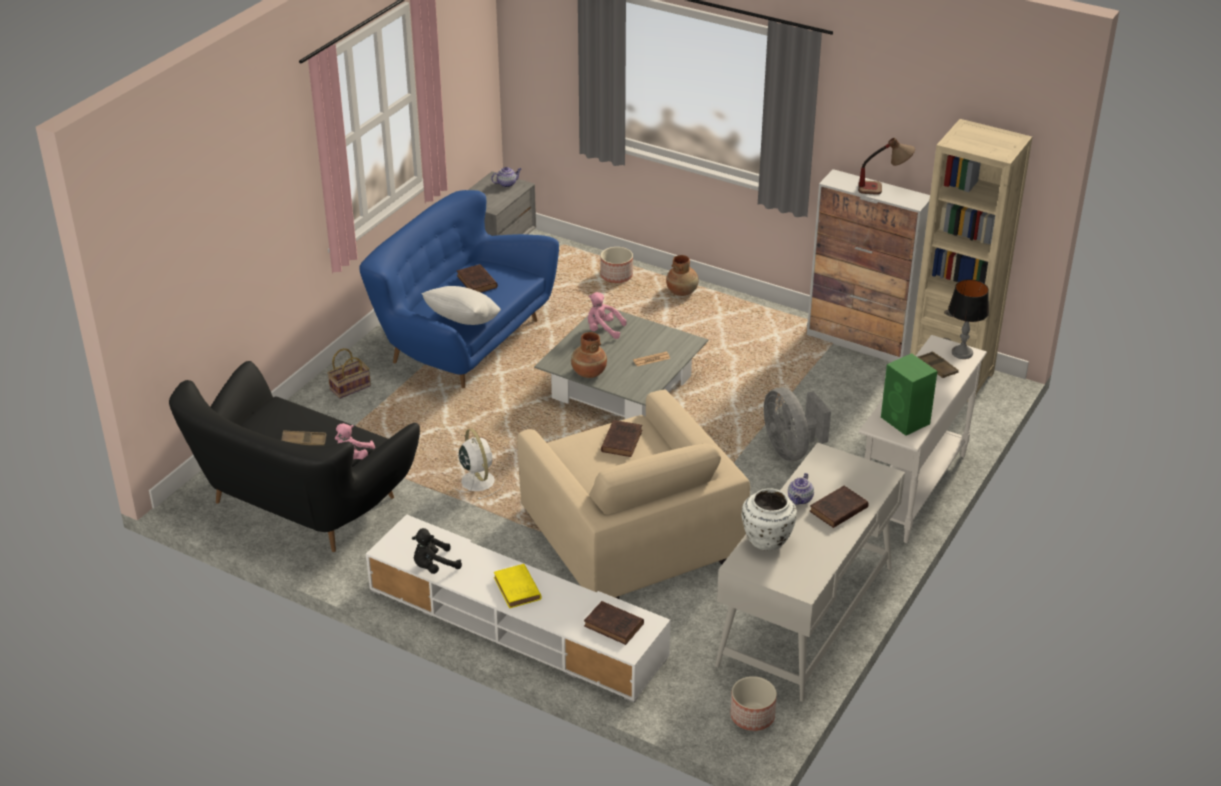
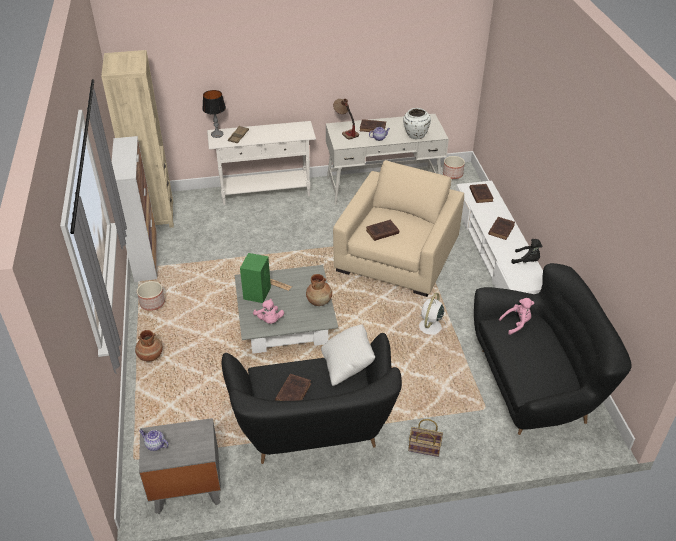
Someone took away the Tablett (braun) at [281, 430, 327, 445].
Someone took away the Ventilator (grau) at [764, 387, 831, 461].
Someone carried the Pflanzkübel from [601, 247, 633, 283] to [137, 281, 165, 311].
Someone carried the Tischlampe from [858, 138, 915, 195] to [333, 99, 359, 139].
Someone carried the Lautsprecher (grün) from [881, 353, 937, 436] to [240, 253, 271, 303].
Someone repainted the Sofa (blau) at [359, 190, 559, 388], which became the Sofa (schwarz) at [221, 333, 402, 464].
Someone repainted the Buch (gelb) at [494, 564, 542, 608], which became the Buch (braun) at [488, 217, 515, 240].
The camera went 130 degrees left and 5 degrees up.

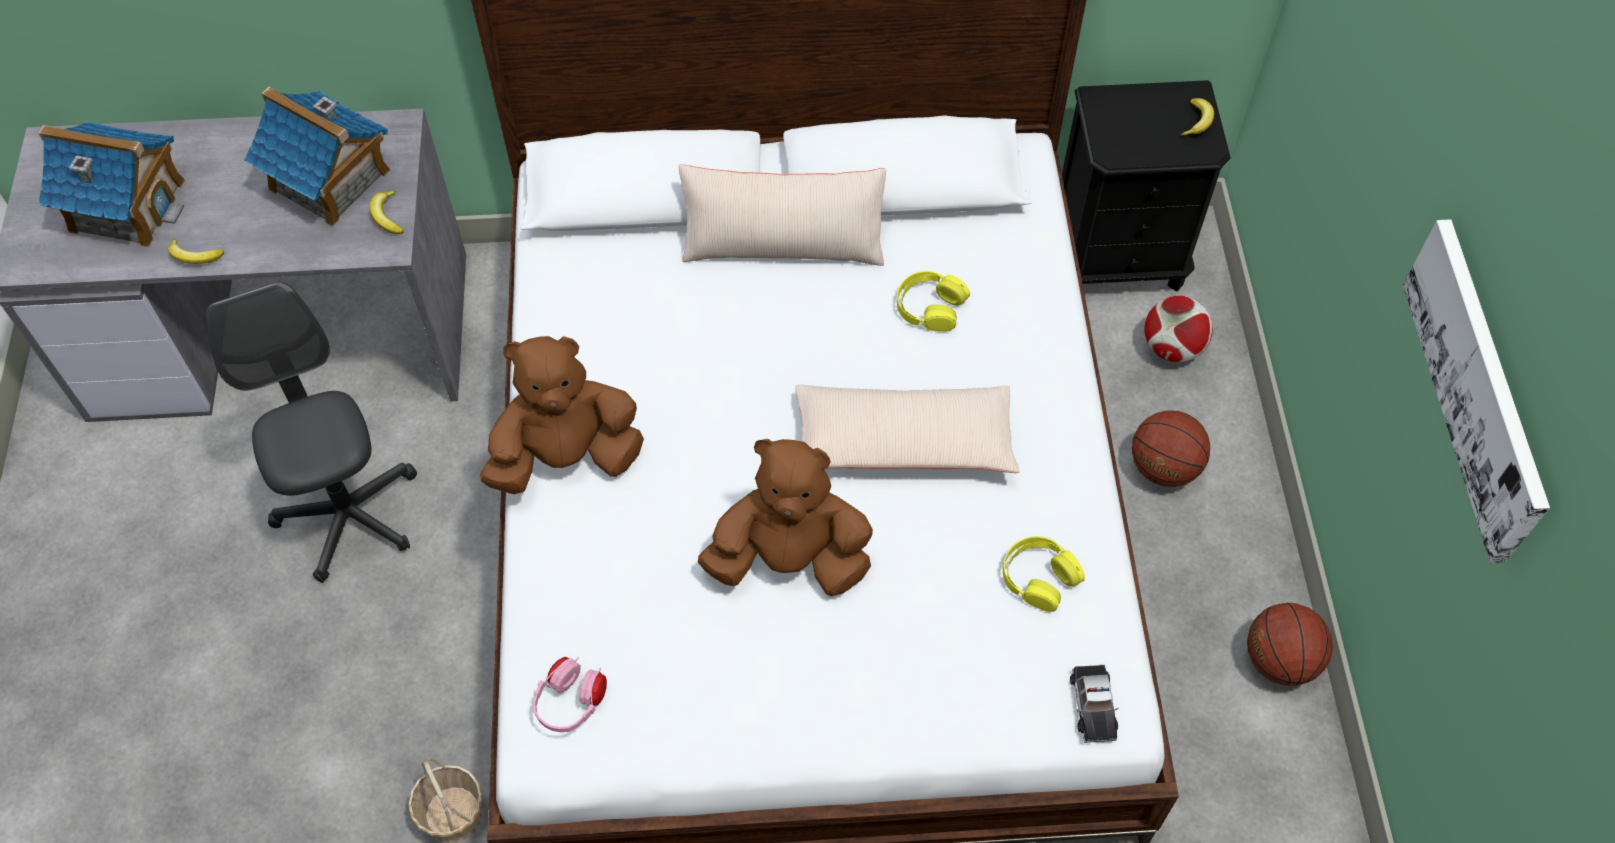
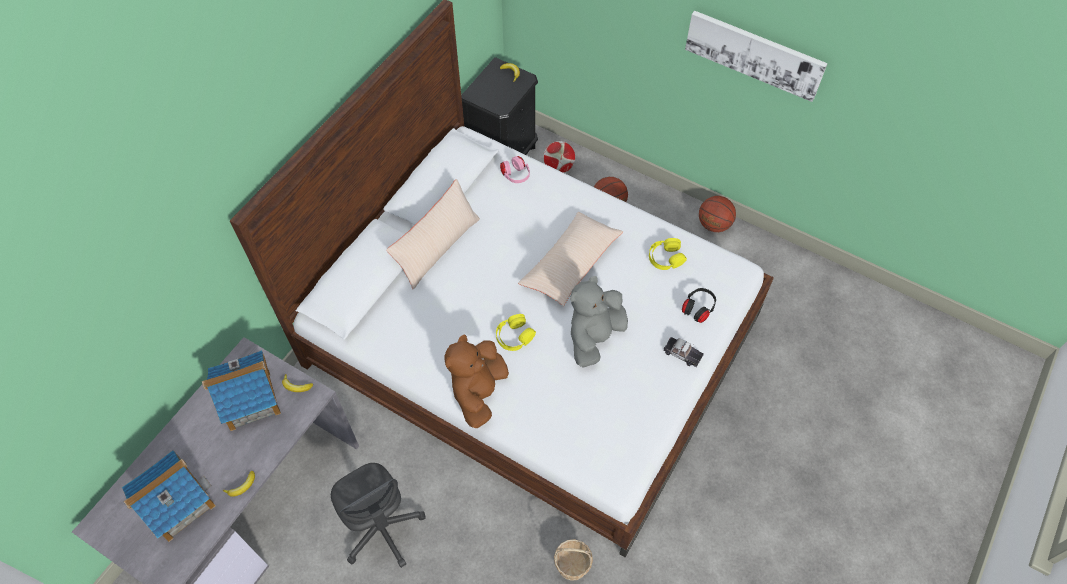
Someone put down the Kopfhörer (schwarz) at [682, 288, 716, 323].
Someone carried the Kopfhörer (rosa) from [533, 657, 607, 732] to [500, 156, 530, 183].
Someone carried the Kopfhörer (gelb) from [897, 271, 970, 332] to [496, 314, 536, 351].
Someone carried the Spielzeugauto from [1070, 665, 1119, 743] to [663, 337, 704, 367].
Someone repainted the Plüschtier (braun) at [698, 439, 873, 596], which became the Plüschtier (grau) at [570, 276, 628, 368].
Someone rotated the Bürostuhl (grau) at [206, 281, 417, 583] by 135 degrees counterclockwise.
The camera went 55 degrees left and 0 degrees up.

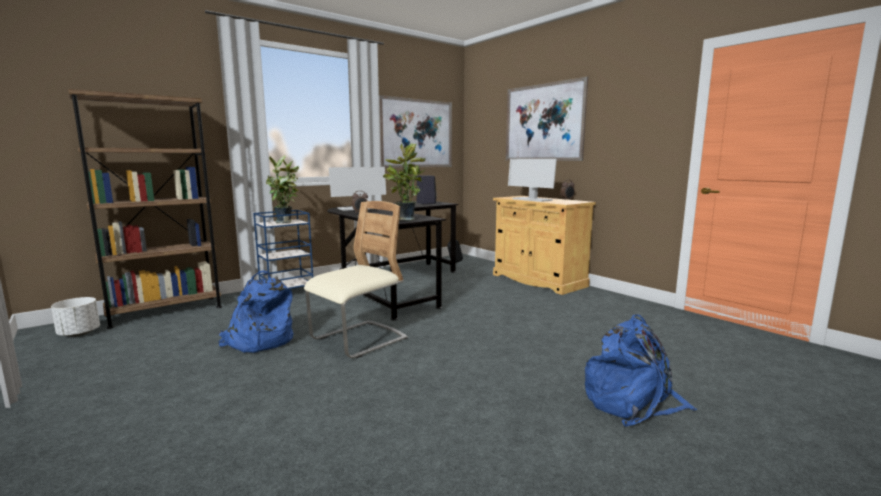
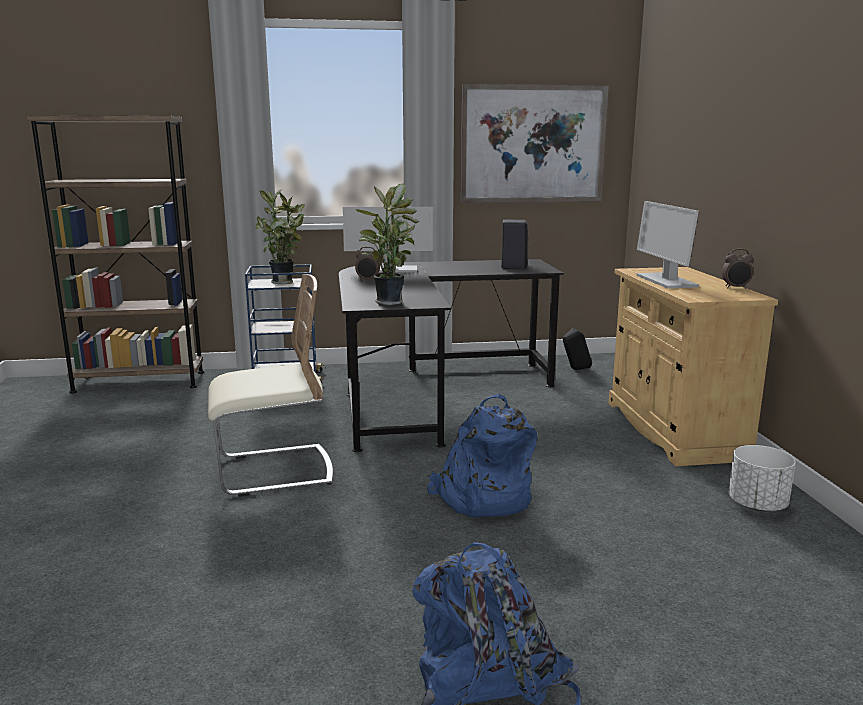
Someone took away the Bild at [506, 76, 588, 161].
Someone carried the Pflanzkübel (weiß) from [51, 297, 100, 337] to [729, 445, 796, 511].
Someone carried the Rucksack (blau) from [218, 270, 293, 353] to [427, 394, 537, 517].
The camera went 30 degrees right and 5 degrees up.

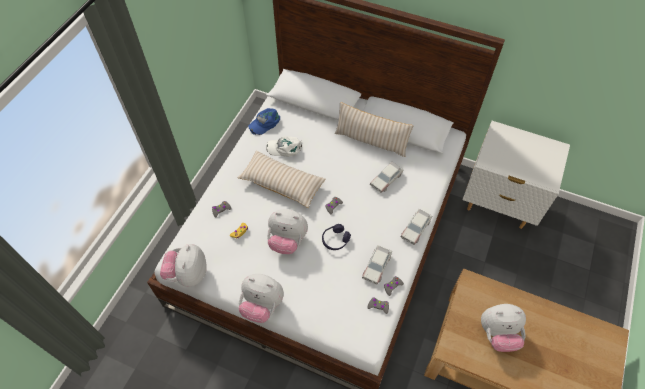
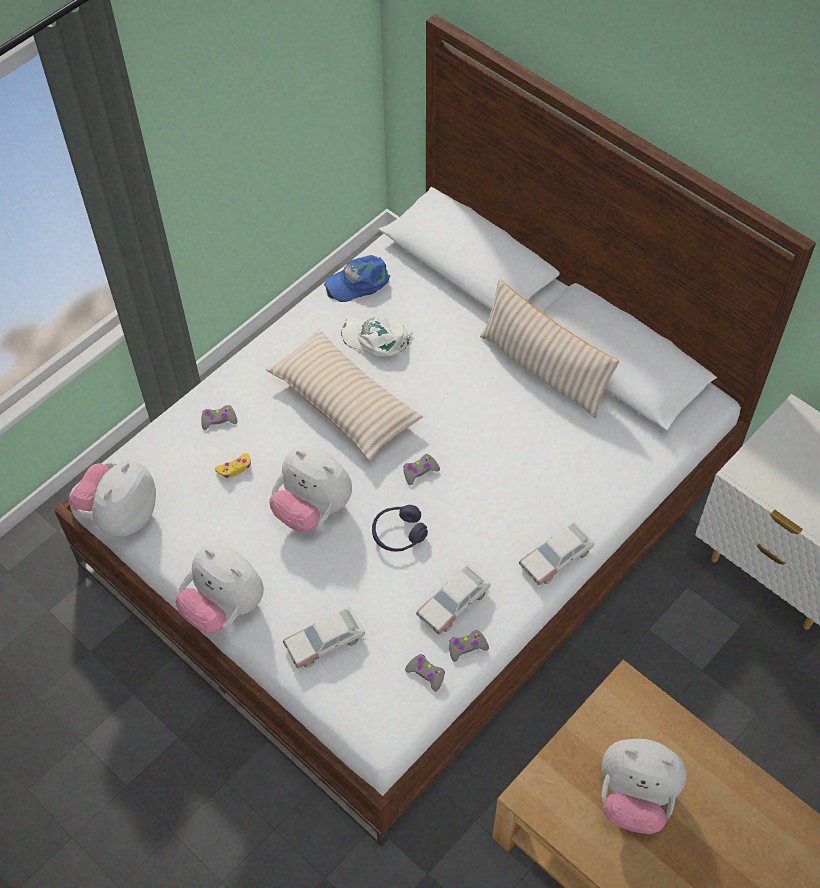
Someone carried the Spielzeugauto from [370, 162, 404, 193] to [283, 607, 365, 668].
The camera went 20 degrees right and 0 degrees up.

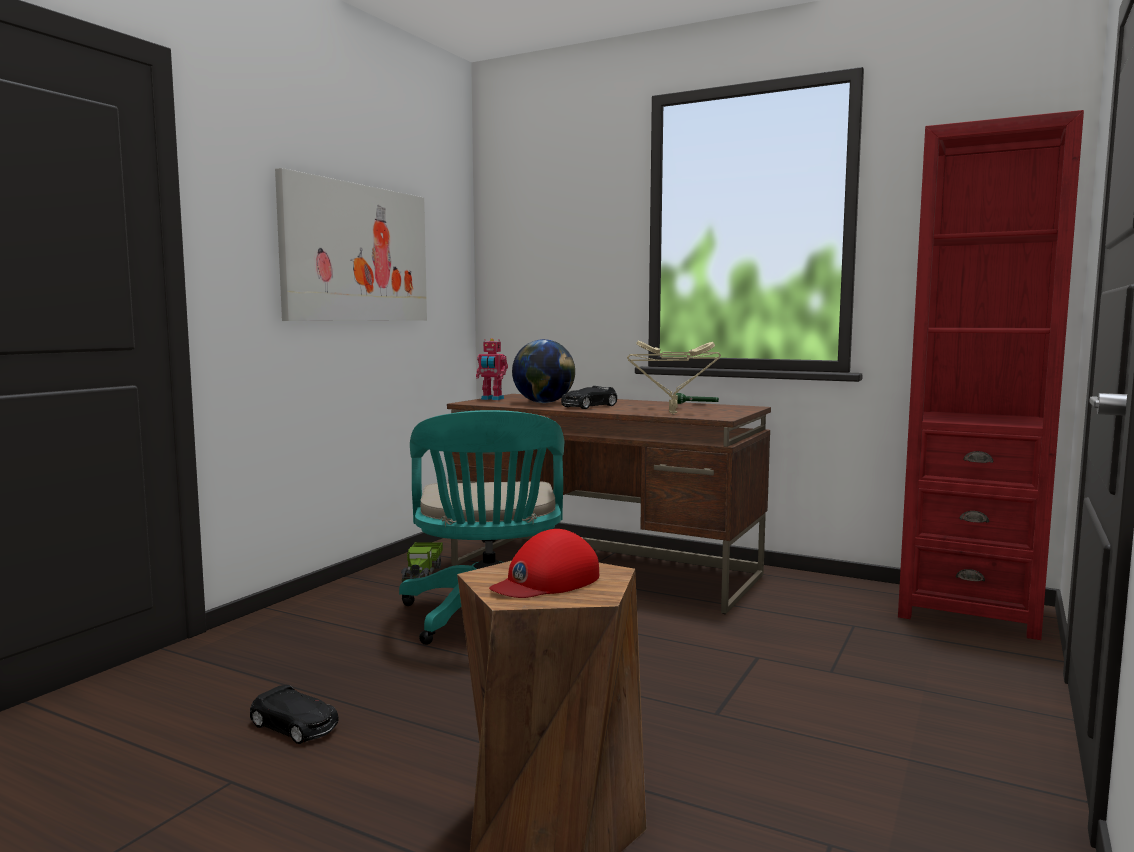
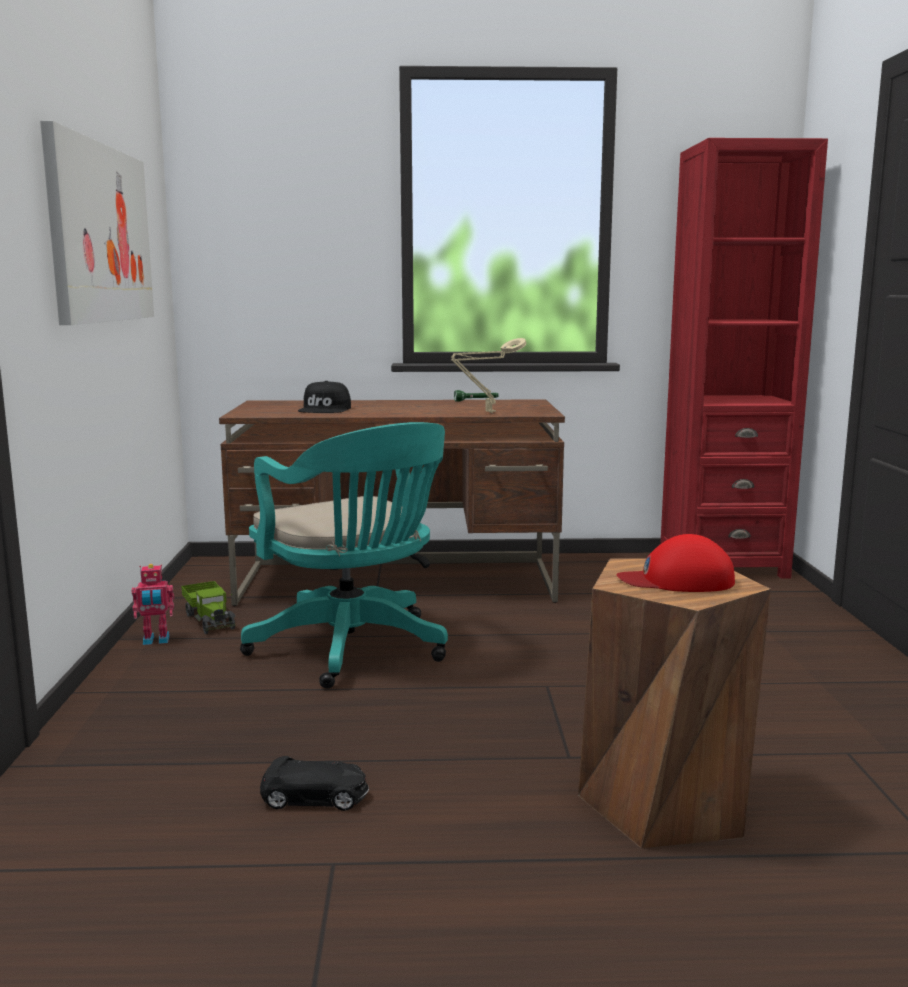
Someone took away the Spielzeugauto (schwarz) at [561, 386, 617, 409].
Someone took away the Tischlampe (beige) at [636, 341, 721, 408].
Someone carried the Spielzeugroboter from [476, 338, 508, 400] to [132, 564, 174, 645].
Someone swapped the Globus at [512, 339, 575, 403] for the Kappe (schwarz) at [298, 381, 351, 413].
Someone rotated the Kappe (rot) at [489, 529, 599, 598] by 75 degrees clockwise.
The camera went 30 degrees left and 5 degrees up.

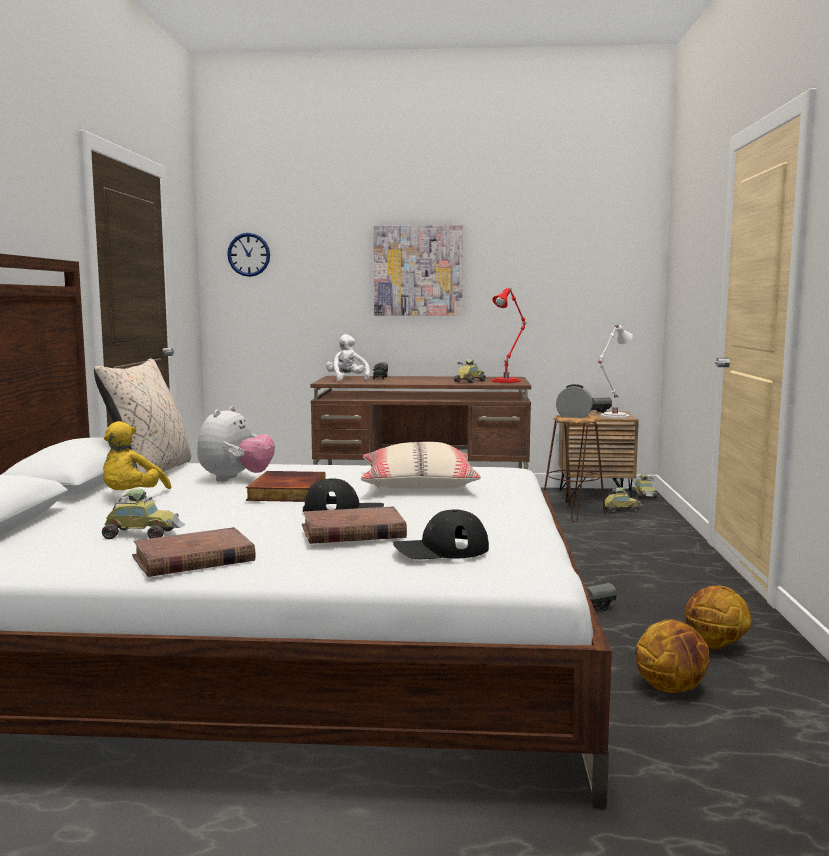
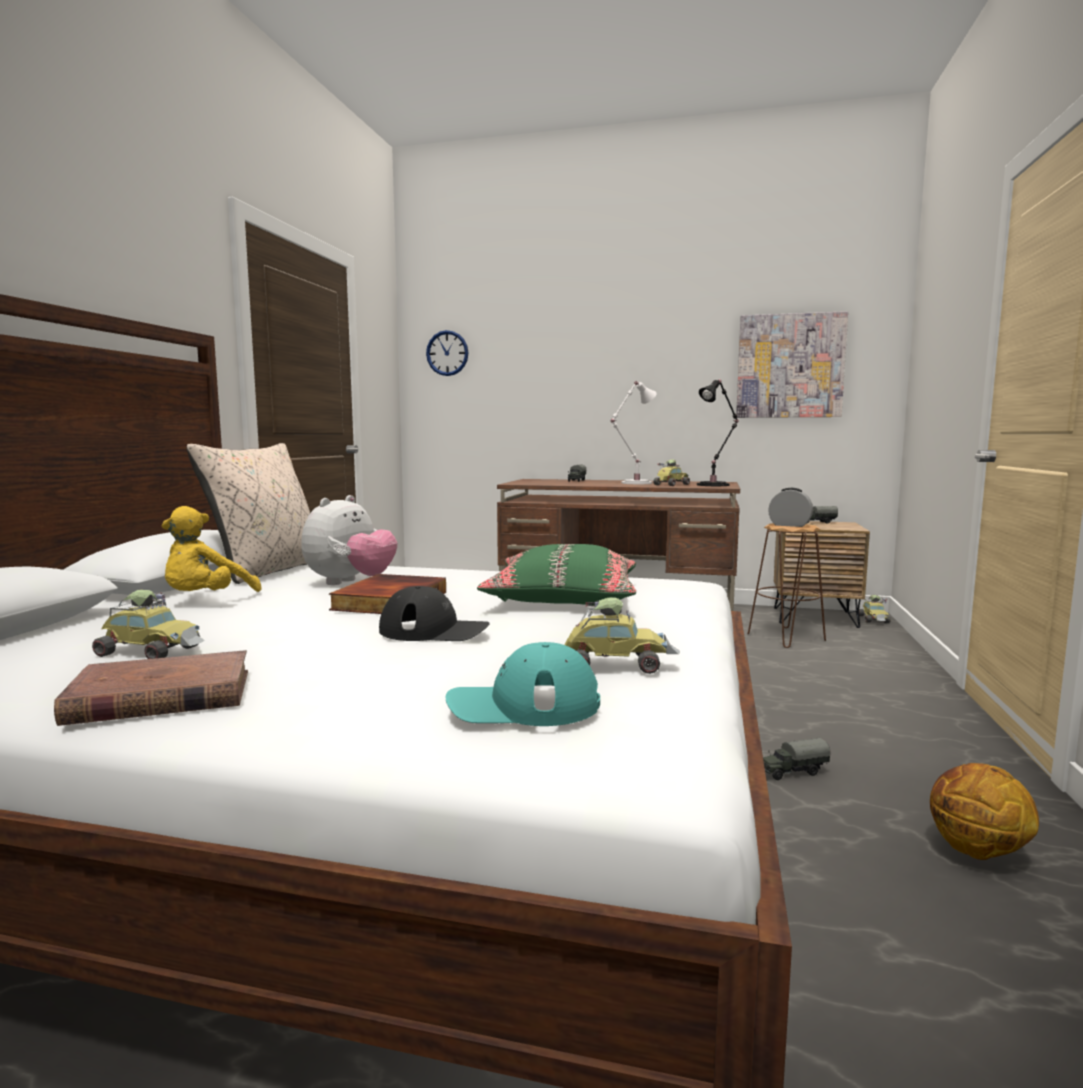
Someone took away the Buch (braun) at [302, 506, 407, 544].
Someone took away the Plüschtier (weiß) at [326, 334, 370, 382].
Someone took away the Basketball at [635, 619, 710, 693].
Someone carried the Bild from [374, 225, 463, 316] to [736, 311, 848, 418].
Someone carried the Tischlampe (weiß) from [598, 324, 633, 418] to [611, 381, 656, 484].
Someone carried the Spielzeugauto from [605, 487, 643, 513] to [564, 597, 680, 674].
Someone repainted the Kissen (beige) at [361, 442, 481, 489], which became the Kissen (grün) at [477, 544, 636, 605].
Someone repainted the Kappe (schwarz) at [393, 509, 489, 559], which became the Kappe (türkis) at [446, 642, 600, 726].
Someone repainted the Tischlampe (rot) at [492, 288, 526, 383], which became the Tischlampe (schwarz) at [697, 379, 739, 486].
The camera went 10 degrees right and 0 degrees up.

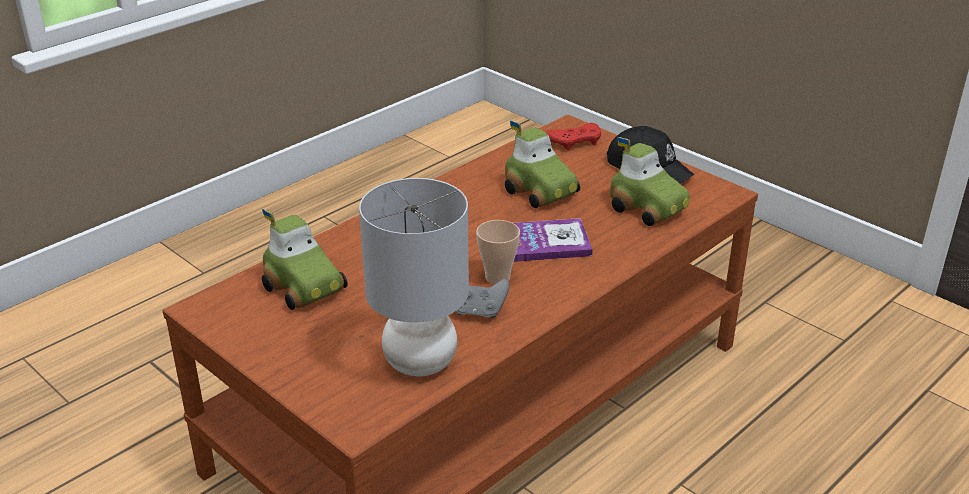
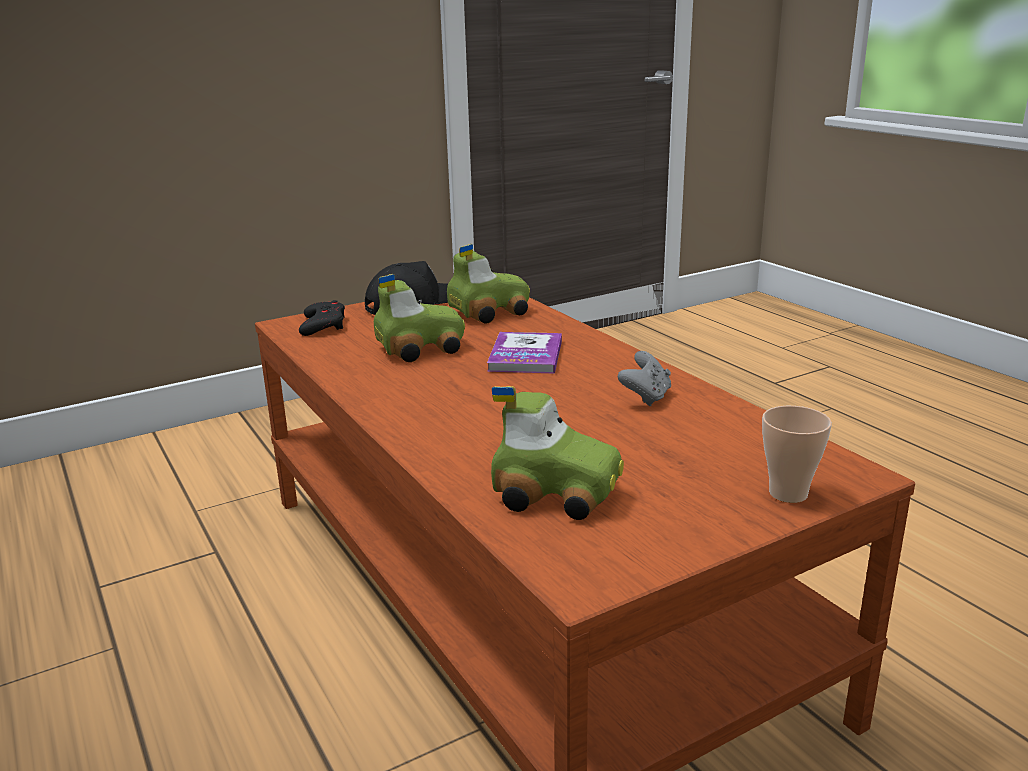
Someone took away the Tischlampe (grau) at [359, 178, 469, 376].
Someone carried the Tasse from [476, 220, 520, 284] to [762, 406, 832, 503].
Someone repainted the Gamepad (rot) at [546, 123, 601, 151], which became the Gamepad (schwarz) at [299, 300, 345, 336].
Someone rotated the Spielzeugauto at [262, 209, 348, 310] by 45 degrees clockwise.
The camera went 75 degrees left and 10 degrees down.

